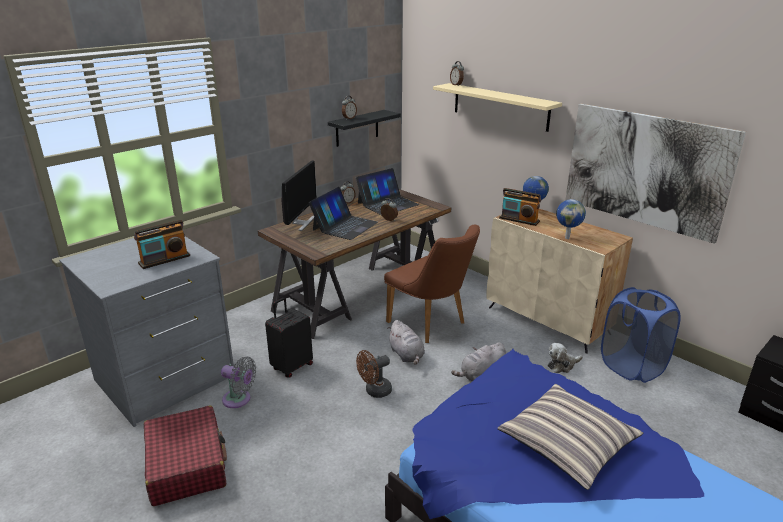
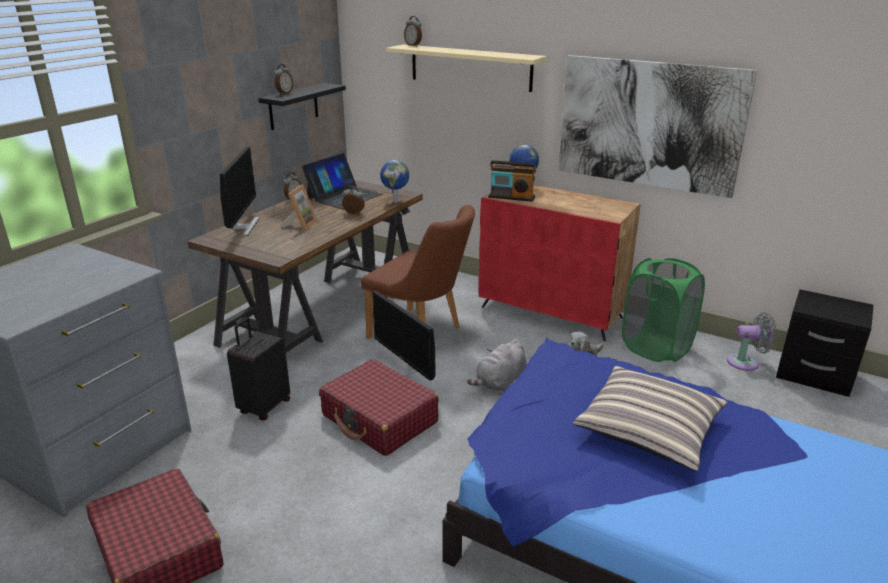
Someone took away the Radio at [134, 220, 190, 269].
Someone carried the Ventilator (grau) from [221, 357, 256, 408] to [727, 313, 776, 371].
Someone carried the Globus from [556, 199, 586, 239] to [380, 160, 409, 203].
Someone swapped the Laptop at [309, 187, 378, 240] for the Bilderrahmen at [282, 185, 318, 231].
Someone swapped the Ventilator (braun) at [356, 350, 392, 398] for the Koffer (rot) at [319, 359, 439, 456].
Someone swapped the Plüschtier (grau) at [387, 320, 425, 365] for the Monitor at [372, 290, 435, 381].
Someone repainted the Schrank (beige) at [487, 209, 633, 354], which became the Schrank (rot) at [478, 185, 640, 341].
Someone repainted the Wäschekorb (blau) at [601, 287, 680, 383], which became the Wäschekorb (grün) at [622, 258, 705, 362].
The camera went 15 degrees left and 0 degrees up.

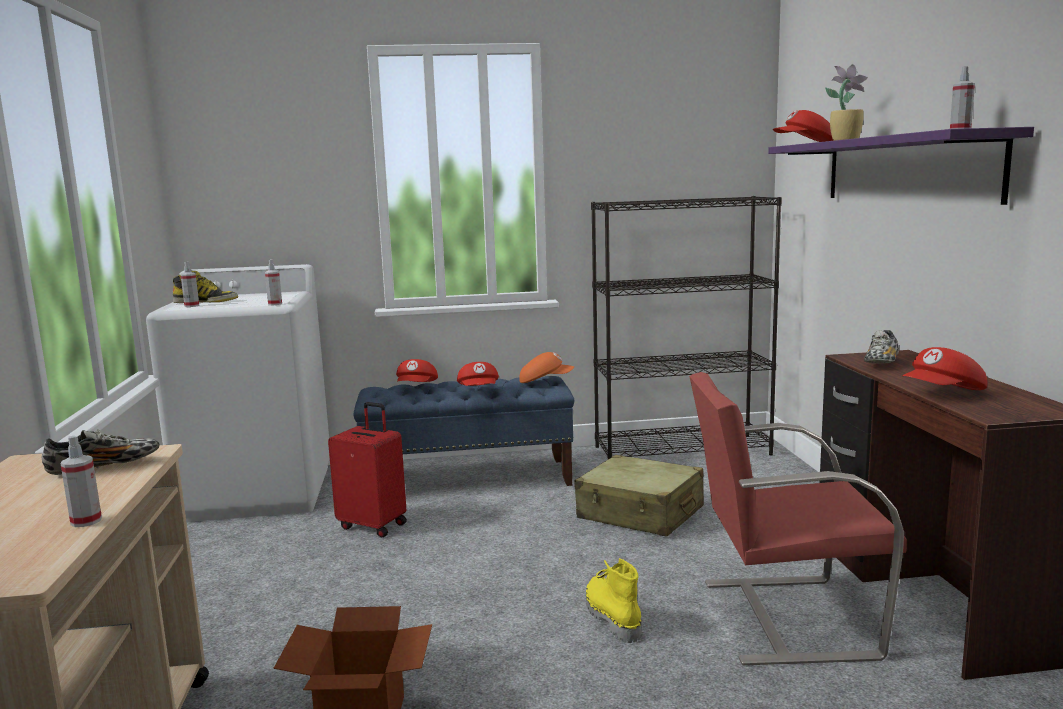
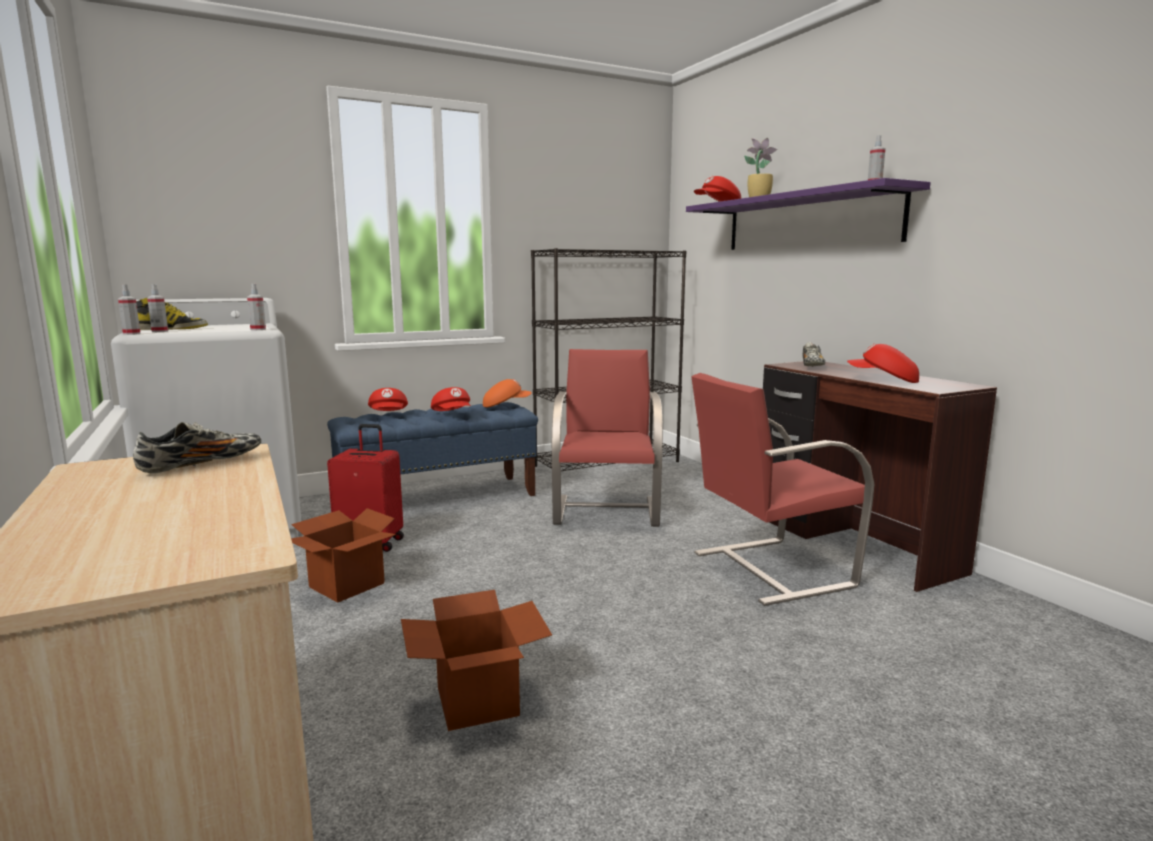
Someone took away the Stiefel (gelb) at [586, 558, 641, 643].
Someone put down the Karton at [291, 508, 396, 603].
Someone carried the Sprühflasche from [60, 436, 102, 527] to [118, 285, 141, 335].
Someone swapped the Koffer (beige) at [574, 455, 704, 537] for the Stuhl (rot) at [552, 349, 663, 527].
Someone rotated the Kappe (rot) at [903, 347, 987, 390] by 75 degrees clockwise.
The camera went 20 degrees left and 0 degrees up.

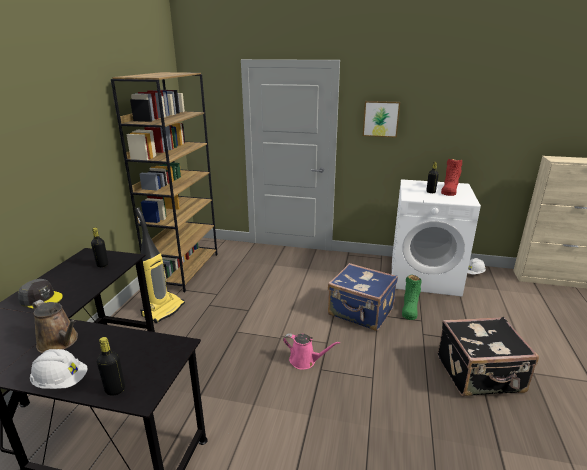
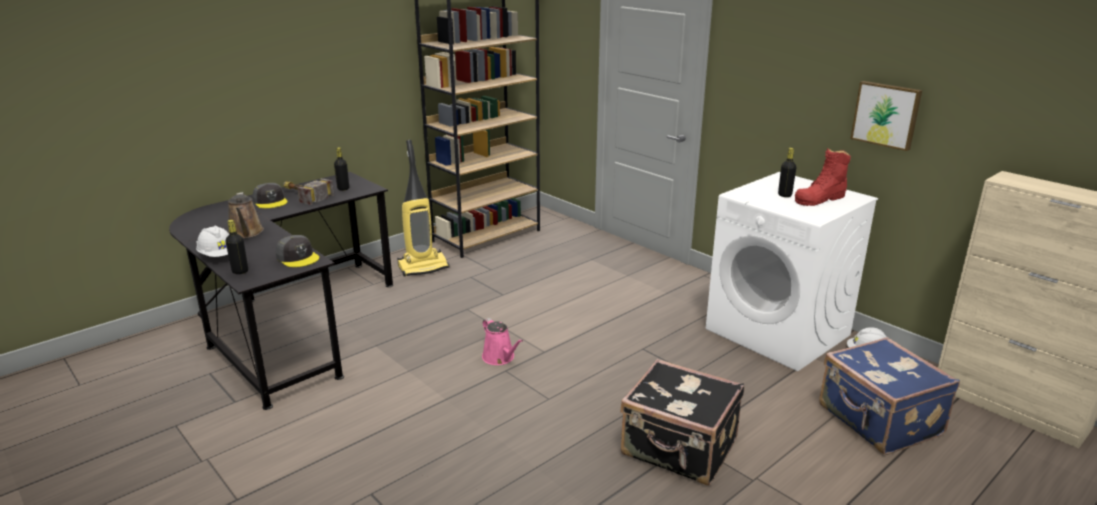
Someone took away the Stiefel (grün) at [402, 274, 422, 320].
Someone put down the Kappe (grau) at [276, 235, 319, 267].
Someone put down the Hammer at [283, 178, 334, 205].
Someone carried the Koffer (blau) from [328, 263, 398, 331] to [819, 337, 960, 455].
Someone carried the Bild from [363, 101, 400, 138] to [850, 81, 922, 151].
The camera went 35 degrees right and 0 degrees up.

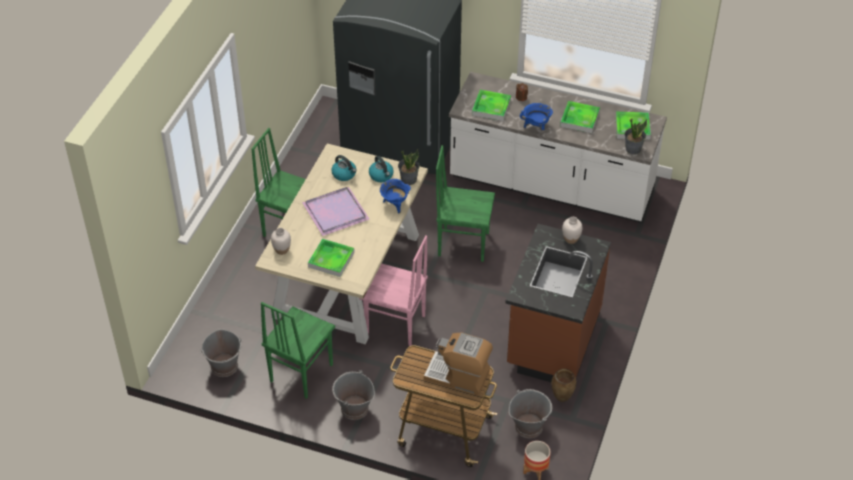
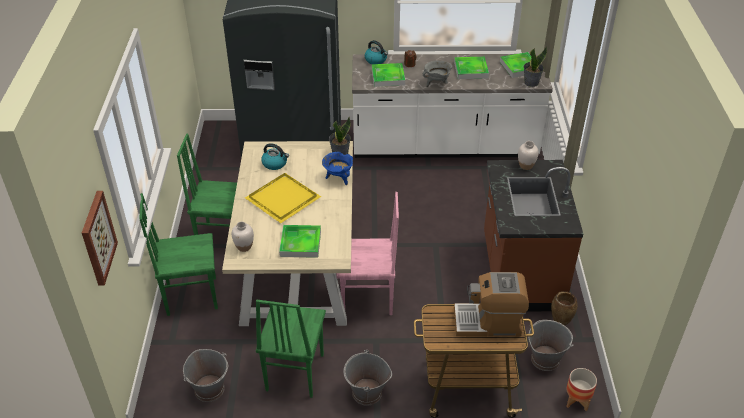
Someone put up the Bild at [82, 191, 118, 286].
Someone carried the Wasserkessel from [369, 156, 394, 182] to [365, 40, 388, 64].
Someone carried the Stuhl (grün) from [436, 145, 495, 262] to [140, 193, 218, 316].
Someone repainted the Tablett (lila) at [302, 186, 369, 236], which became the Tablett (gelb) at [245, 173, 321, 223].
Someone repainted the Kochtopf (blau) at [520, 103, 553, 130], which became the Kochtopf (grau) at [423, 60, 452, 87].
The camera went 20 degrees left and 5 degrees down.

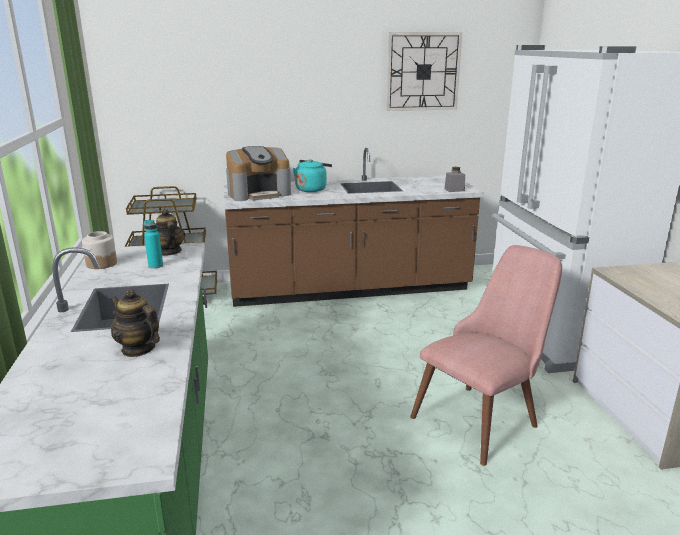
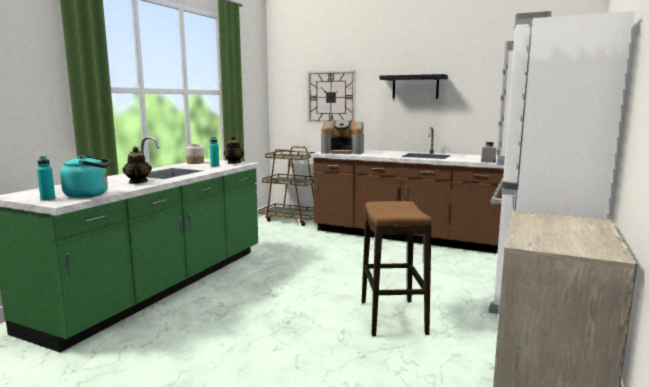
Someone put down the Flasche (türkis) at [37, 156, 55, 201].
Someone put up the Wandregal (schwarz) at [380, 74, 448, 99].
Someone carried the Wasserkessel (türkis) from [293, 159, 332, 192] to [60, 155, 110, 198].
Someone carried the Wanduhr from [387, 32, 462, 111] to [307, 70, 356, 123].
Someone swapped the Stuhl (rosa) at [410, 245, 562, 466] for the Hocker at [362, 201, 432, 337].
The camera went 35 degrees right and 10 degrees down.

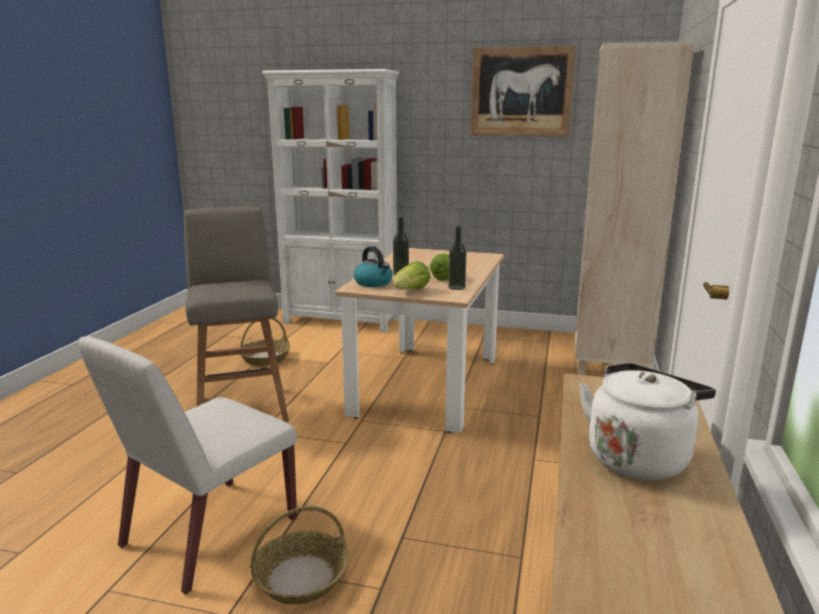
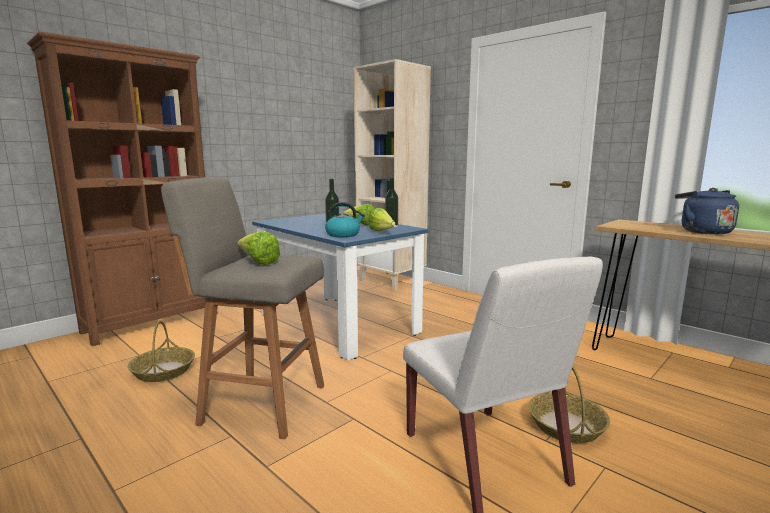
Someone took away the Bild at [470, 45, 576, 137].
Someone put down the Salatkopf at [237, 231, 280, 265].
Someone repainted the Bücherregal (weiß) at [262, 69, 400, 333], which became the Bücherregal (braun) at [27, 32, 218, 346].
Someone repainted the Esstisch (beige) at [335, 248, 504, 433], which became the Esstisch (blau) at [252, 214, 429, 360].
Someone repainted the Wasserkessel (weiß) at [579, 362, 716, 480], which became the Wasserkessel (blau) at [675, 188, 739, 234].
The camera went 60 degrees left and 5 degrees down.

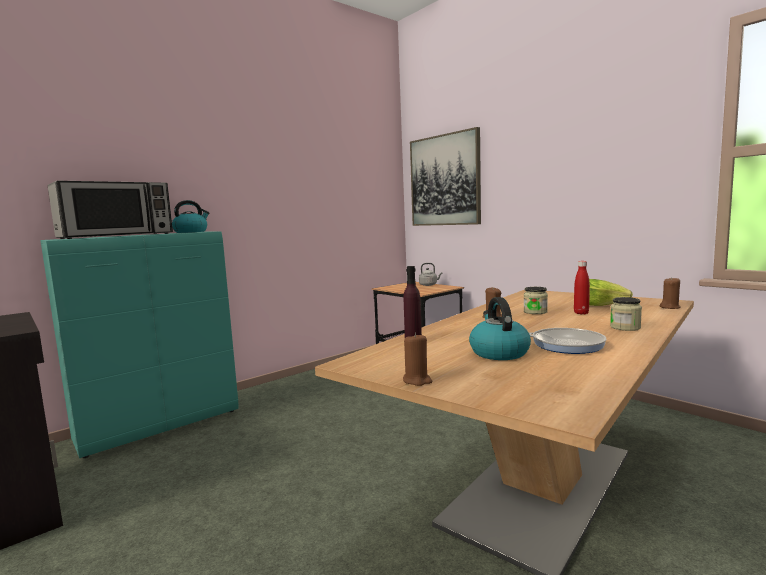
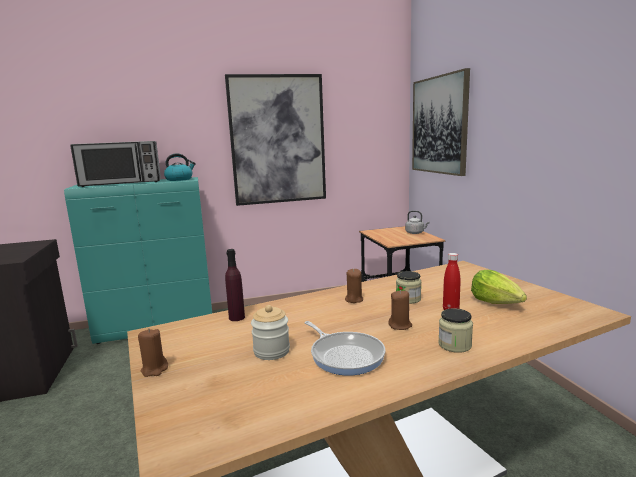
Someone put up the Bild at [225, 74, 326, 206].
Someone carried the Kerze (braun) from [659, 277, 681, 309] to [388, 290, 412, 330].
Someone swapped the Wasserkessel at [469, 297, 531, 360] for the Vorratsglas at [251, 305, 290, 360].
The camera went 25 degrees right and 5 degrees up.

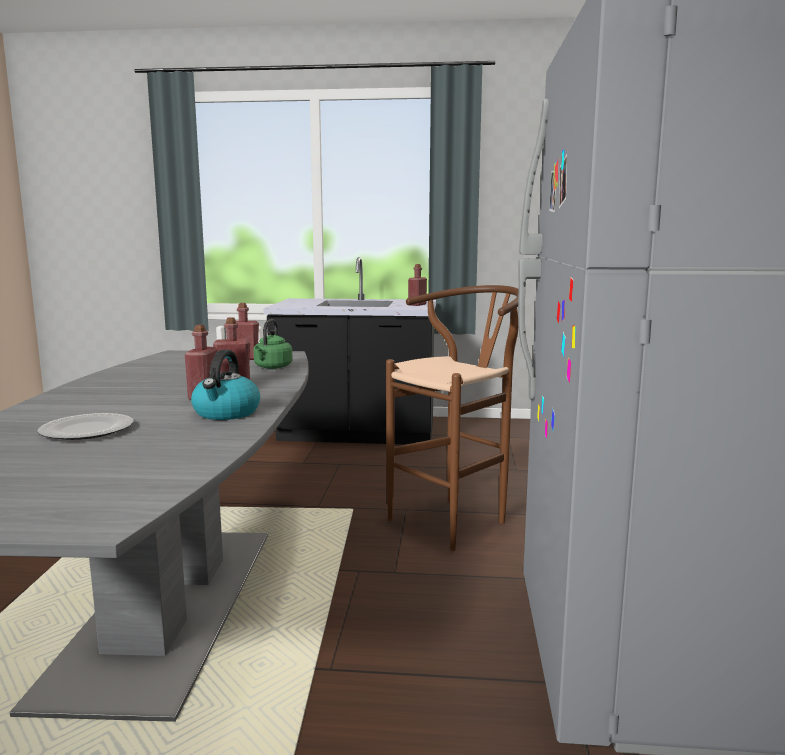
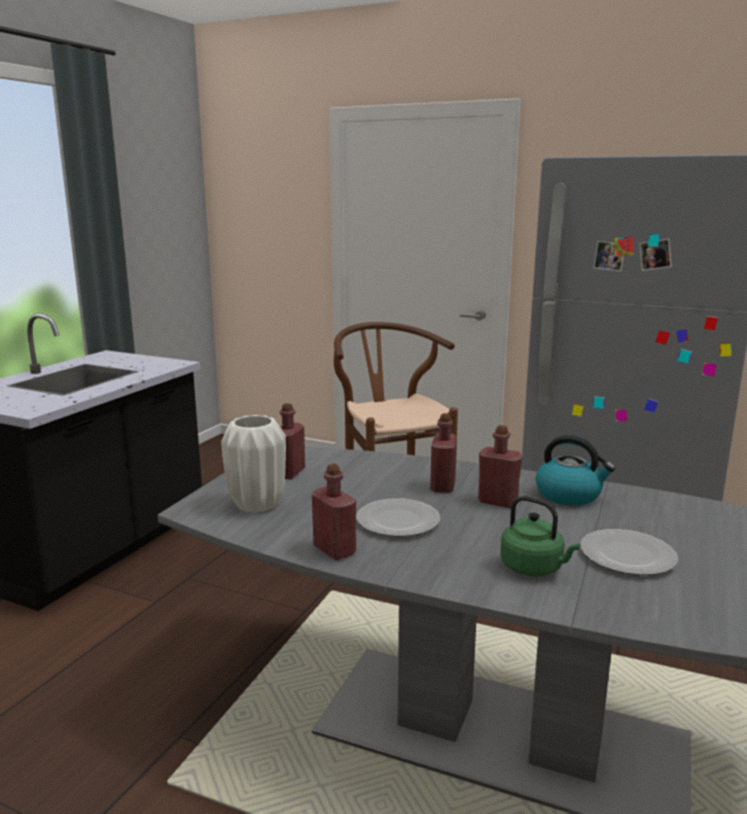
Someone put down the Vase (weiß) at [221, 415, 286, 513].
Someone put down the Teller at [356, 498, 440, 537].
Someone carried the Wasserkessel (grün) from [253, 319, 293, 369] to [500, 496, 581, 577].
Someone carried the Flasche (rot) from [408, 264, 427, 306] to [312, 463, 356, 560].
The camera went 70 degrees left and 5 degrees up.

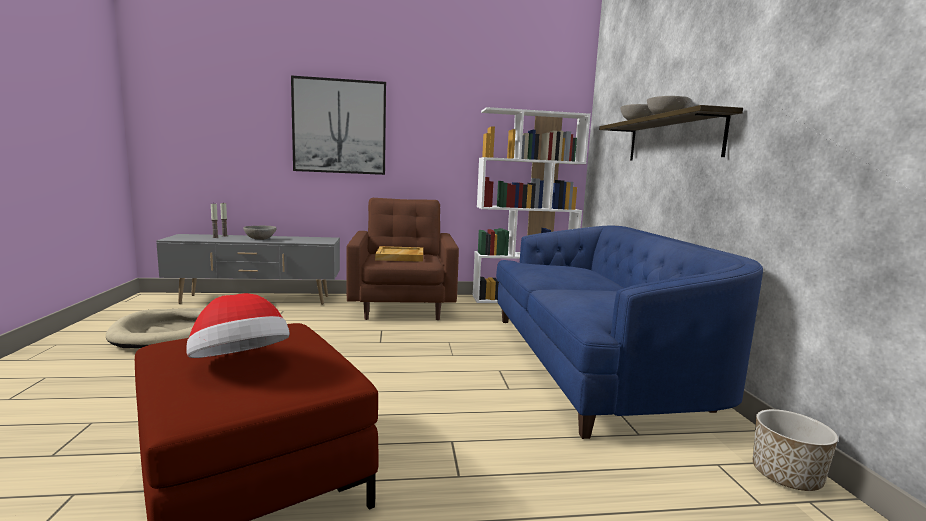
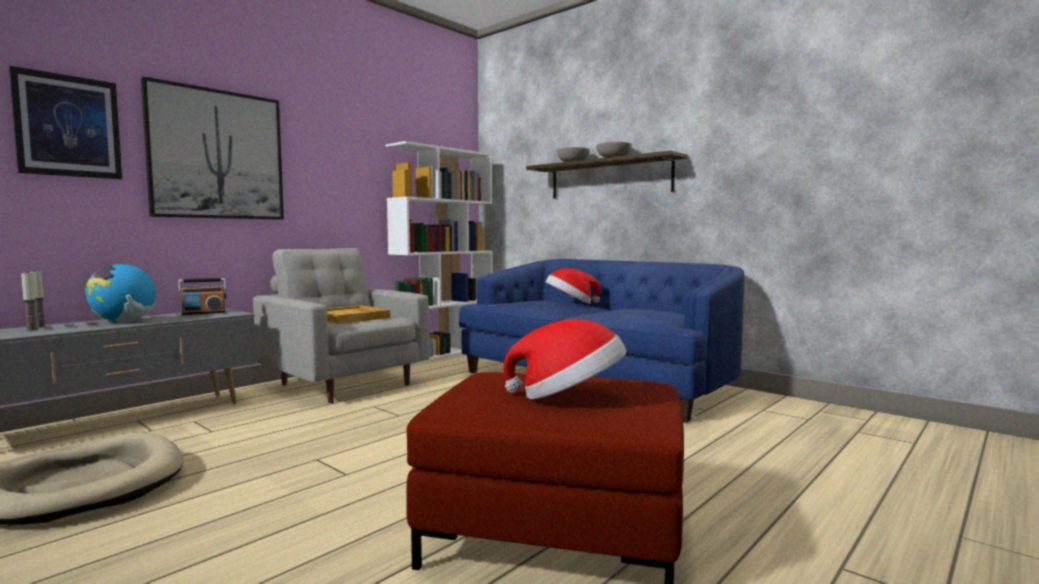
Someone took away the Pflanzkübel at [753, 409, 838, 491].
Someone put up the Bild at [9, 66, 122, 179].
Someone put down the Radio at [178, 278, 226, 315].
Someone put down the Hut at [546, 268, 601, 304].
Someone swapped the Schüssel (grau) at [243, 226, 277, 240] for the Globus at [85, 264, 156, 323].
Someone repainted the Sessel (braun) at [347, 198, 459, 320], which became the Sessel (grau) at [253, 248, 429, 403].
The camera went 40 degrees left and 5 degrees down.

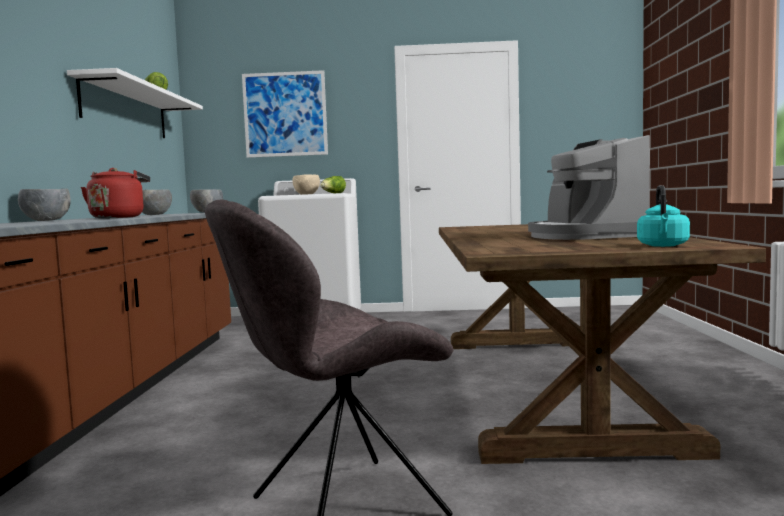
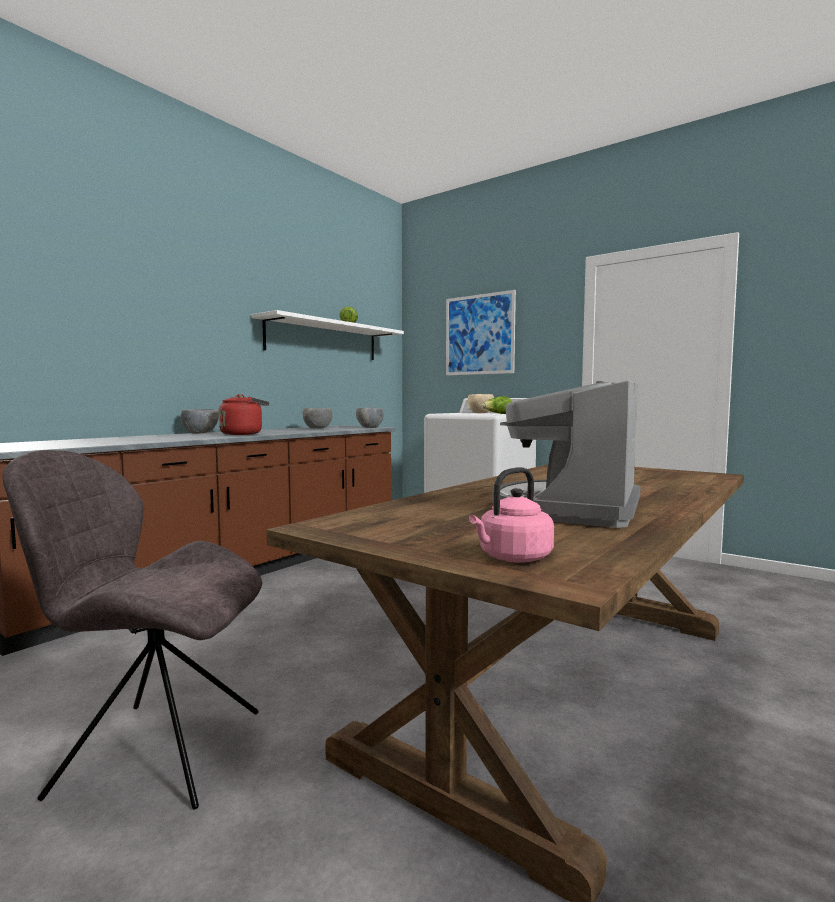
Someone repainted the Wasserkessel (türkis) at [637, 185, 690, 247], which became the Wasserkessel (rosa) at [469, 467, 554, 563].
The camera went 35 degrees right and 0 degrees up.

